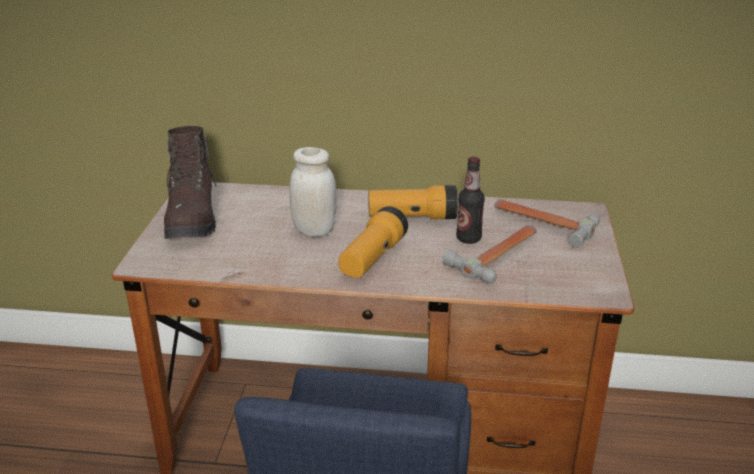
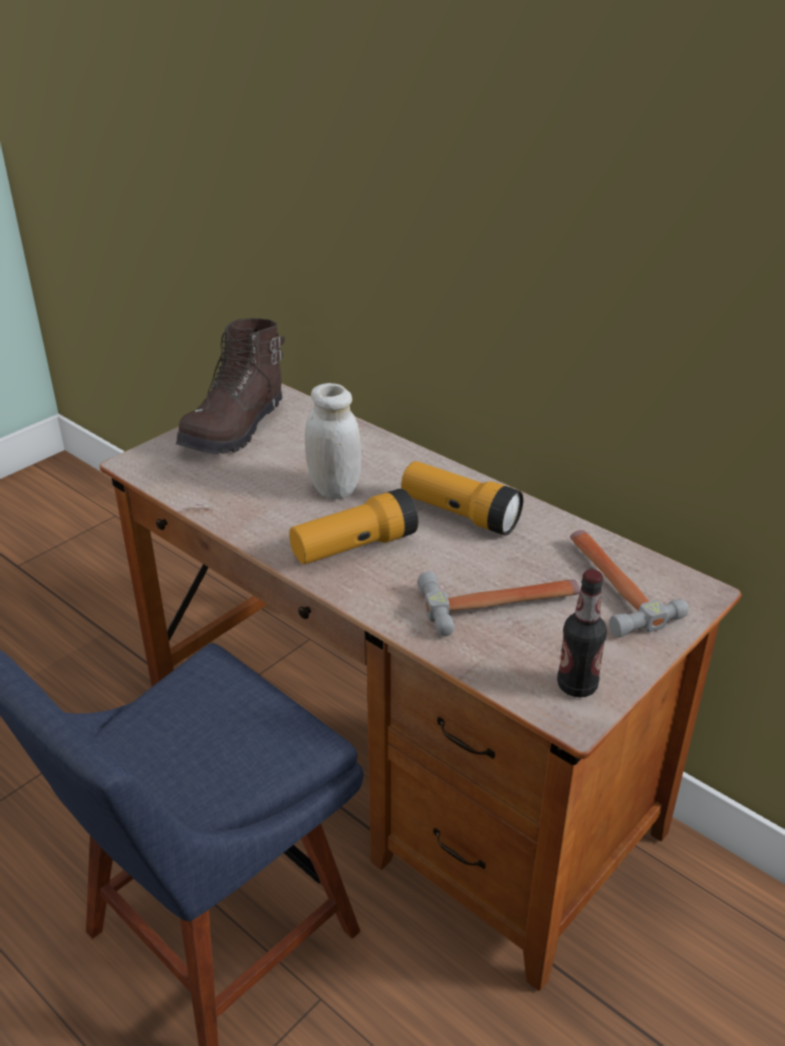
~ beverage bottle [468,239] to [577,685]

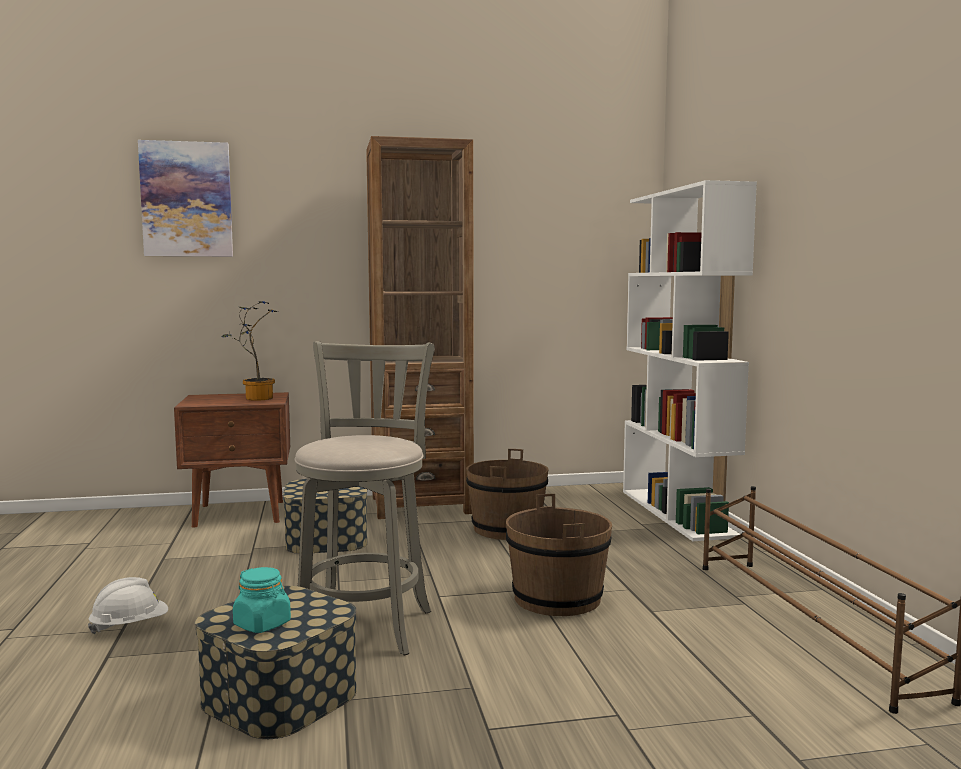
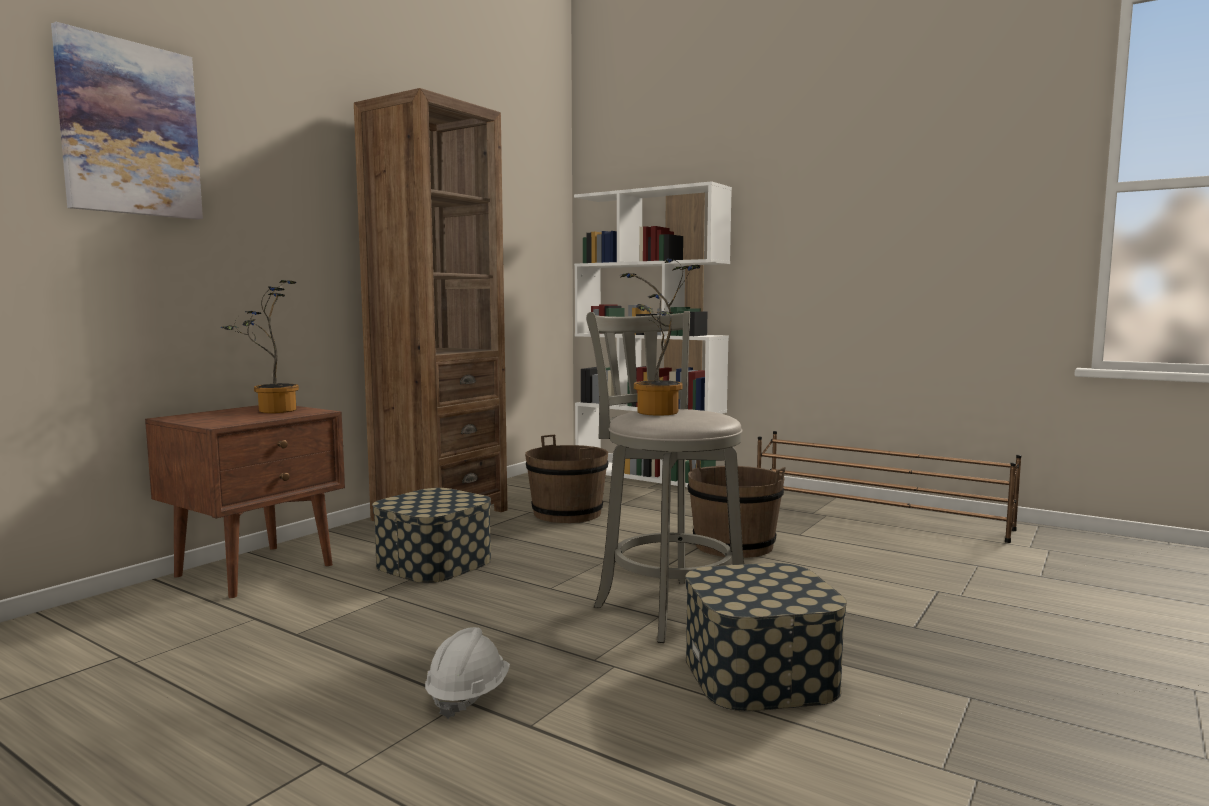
- storage jar in blue-green [262,624]
+ potted plant [657,413]

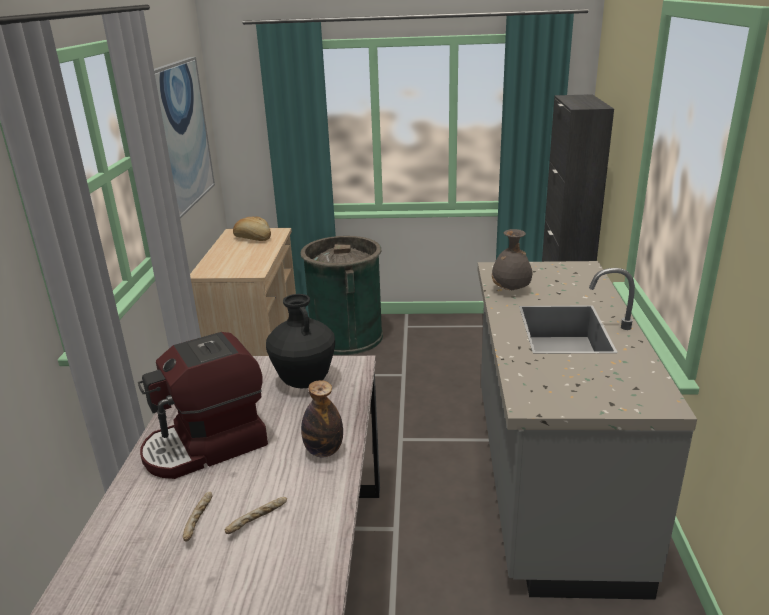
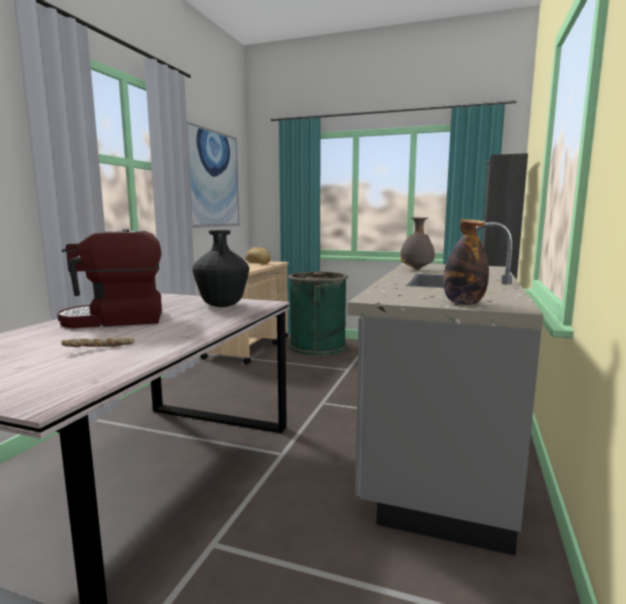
~ beverage bottle [324,451] to [463,303]
- baked bread [199,521]

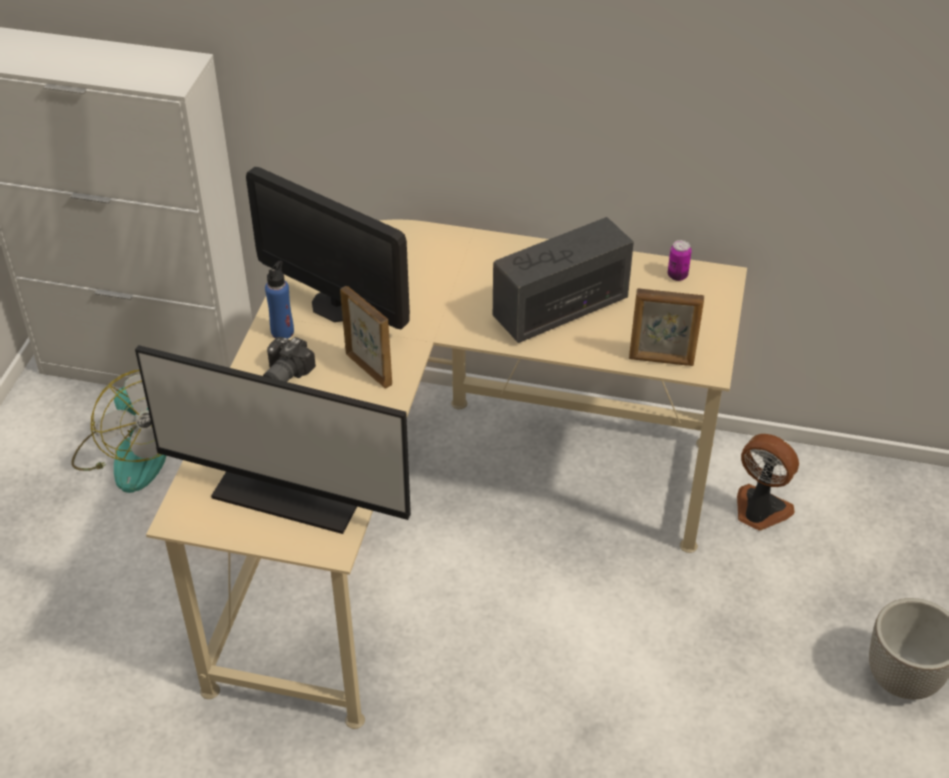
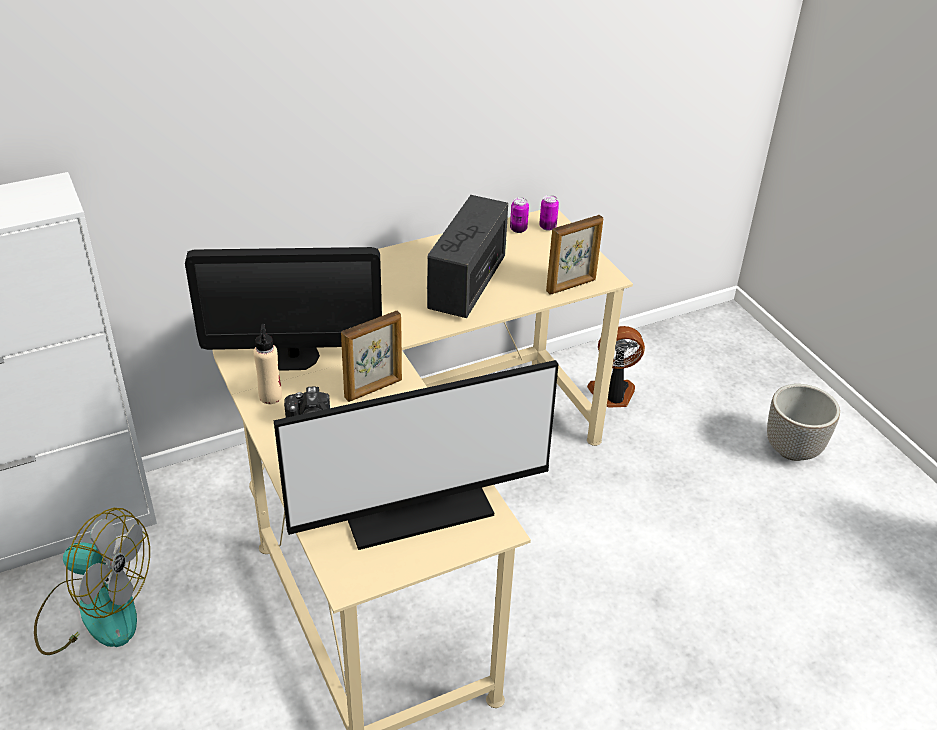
~ beverage bottle in blue-coloured [282,331] to beverage bottle in sand-coloured [270,396]
~ standing frame [369,369] = [374,389] 135 degrees clockwise
+ can [547,227]

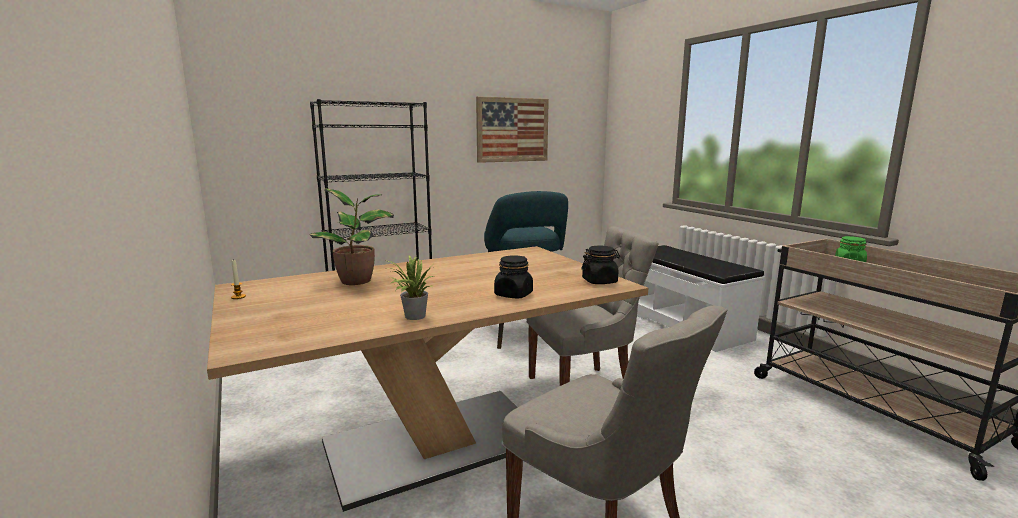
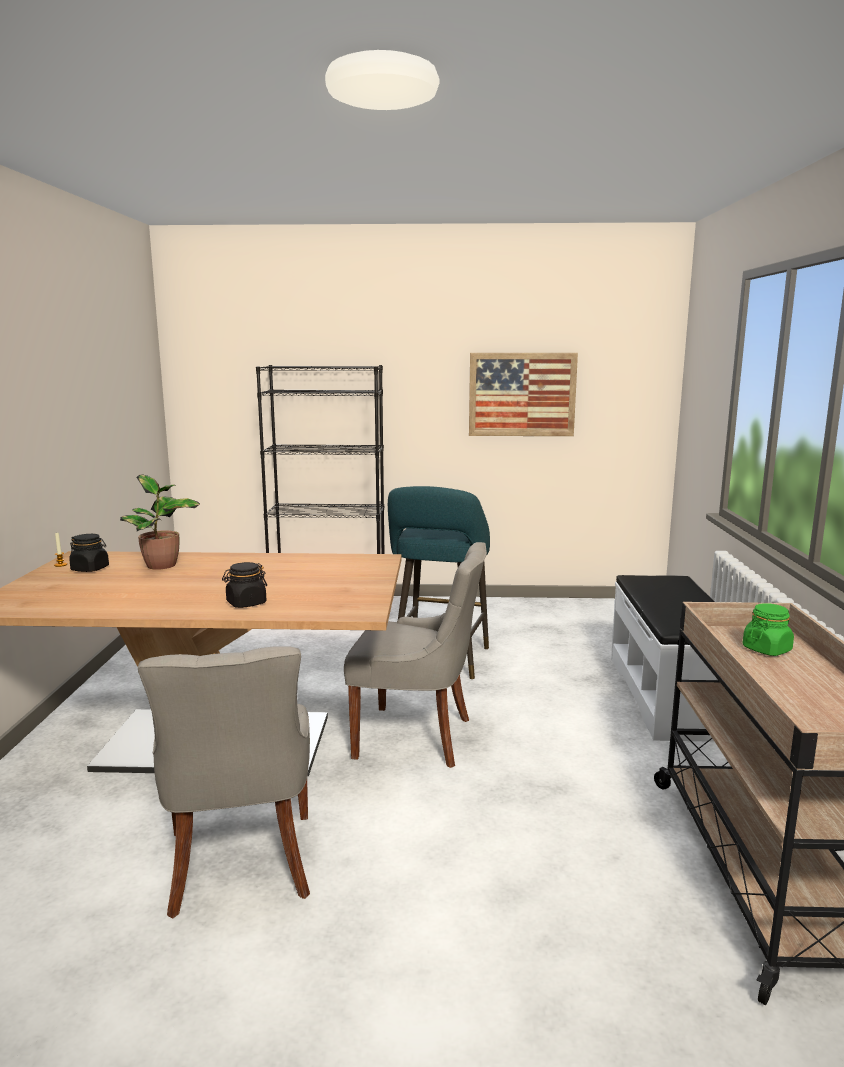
~ storage jar in black [600,281] to [90,569]
- potted plant [412,317]

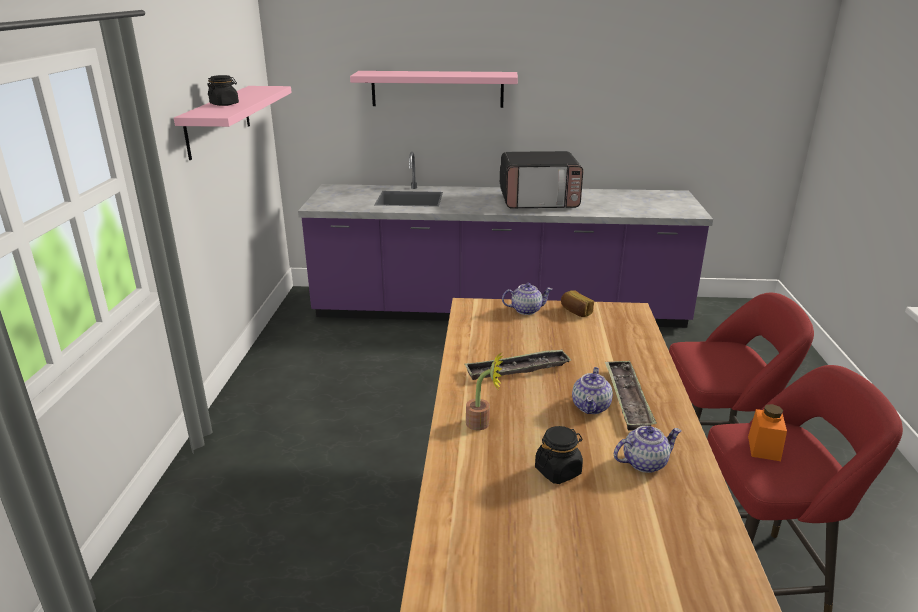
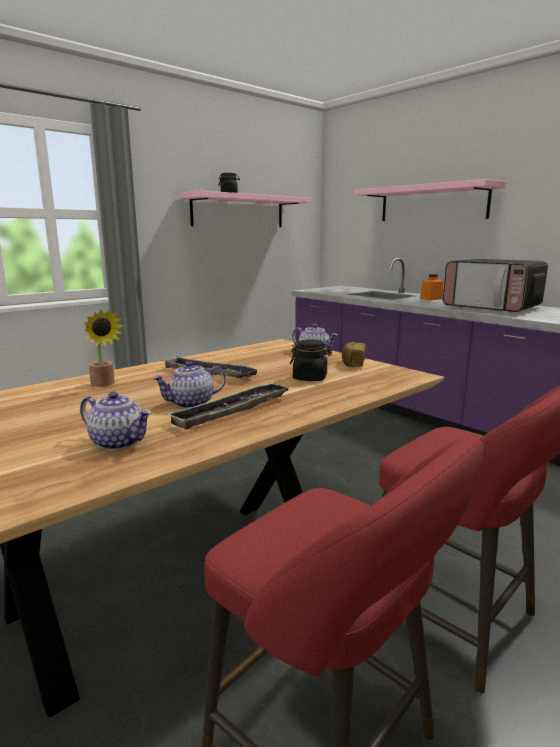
~ storage jar in orange [764,448] to [431,299]
~ storage jar in black [558,471] to [310,378]

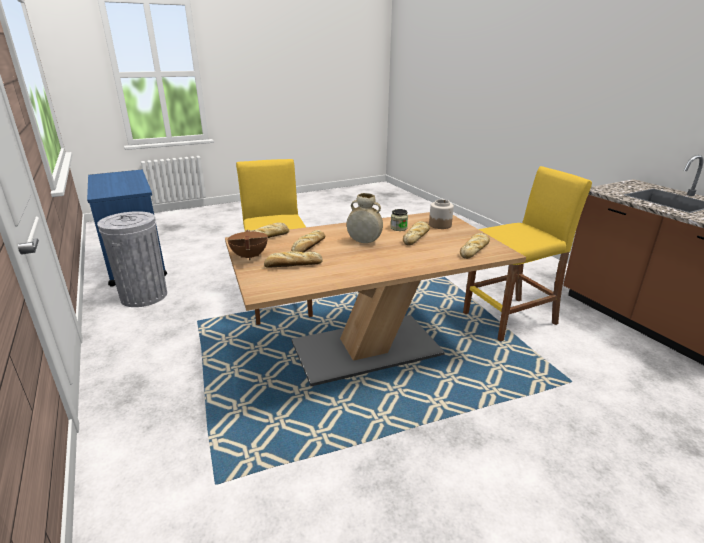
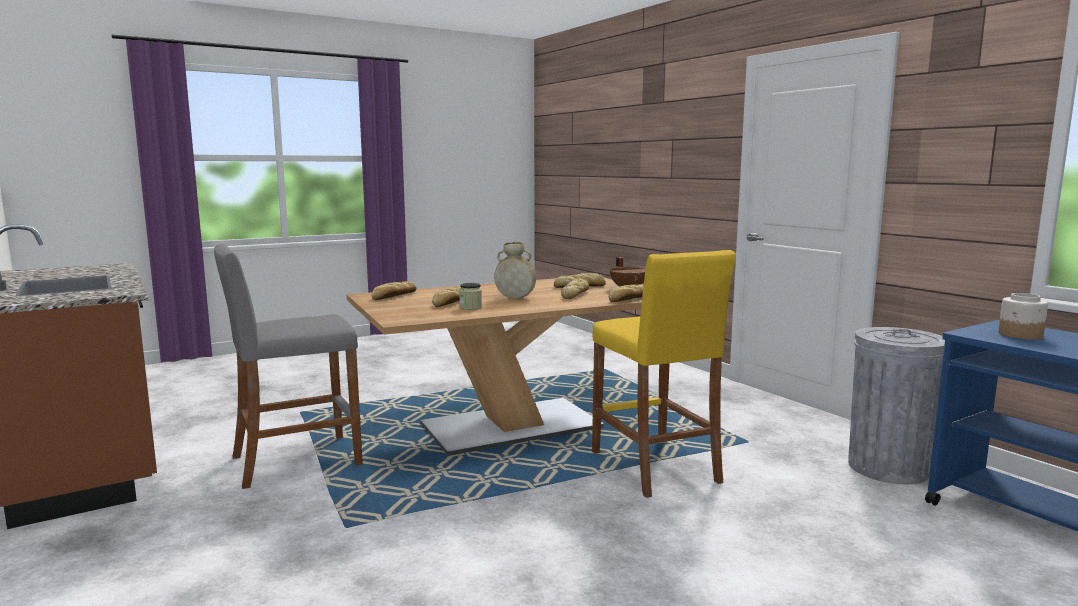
~ stool seat in yellowish [510,318] to stool seat in gray [295,461]
~ storage jar [440,225] to [1020,335]

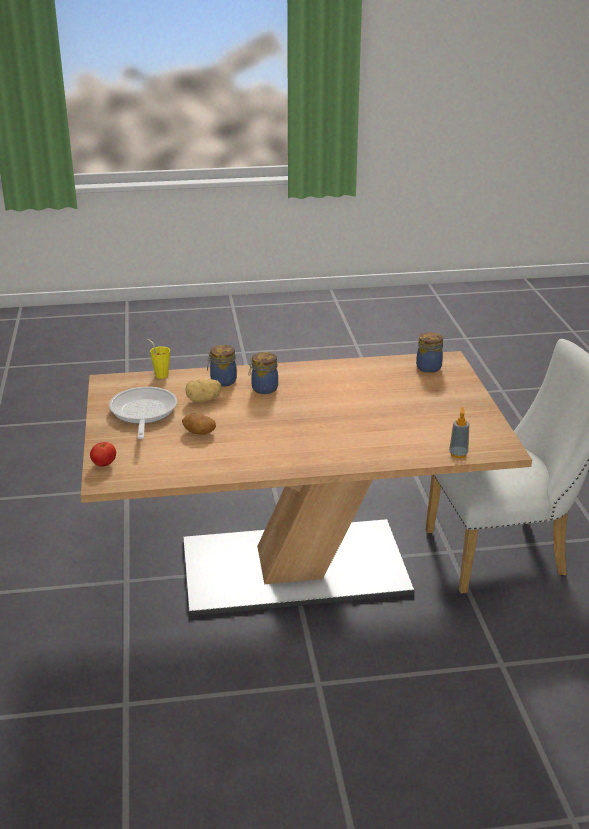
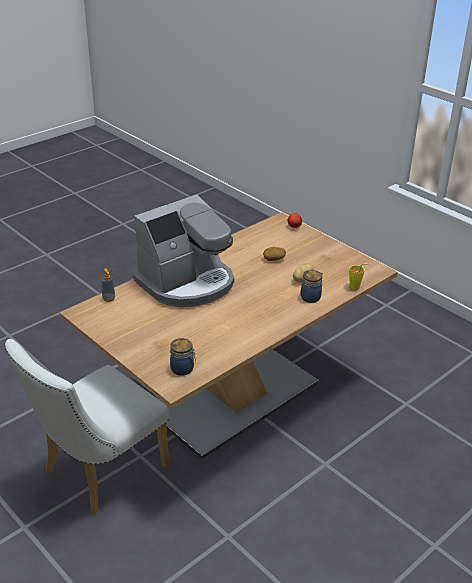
- storage jar [263,388]
- frying pan [142,413]
+ coffee brewer [187,283]

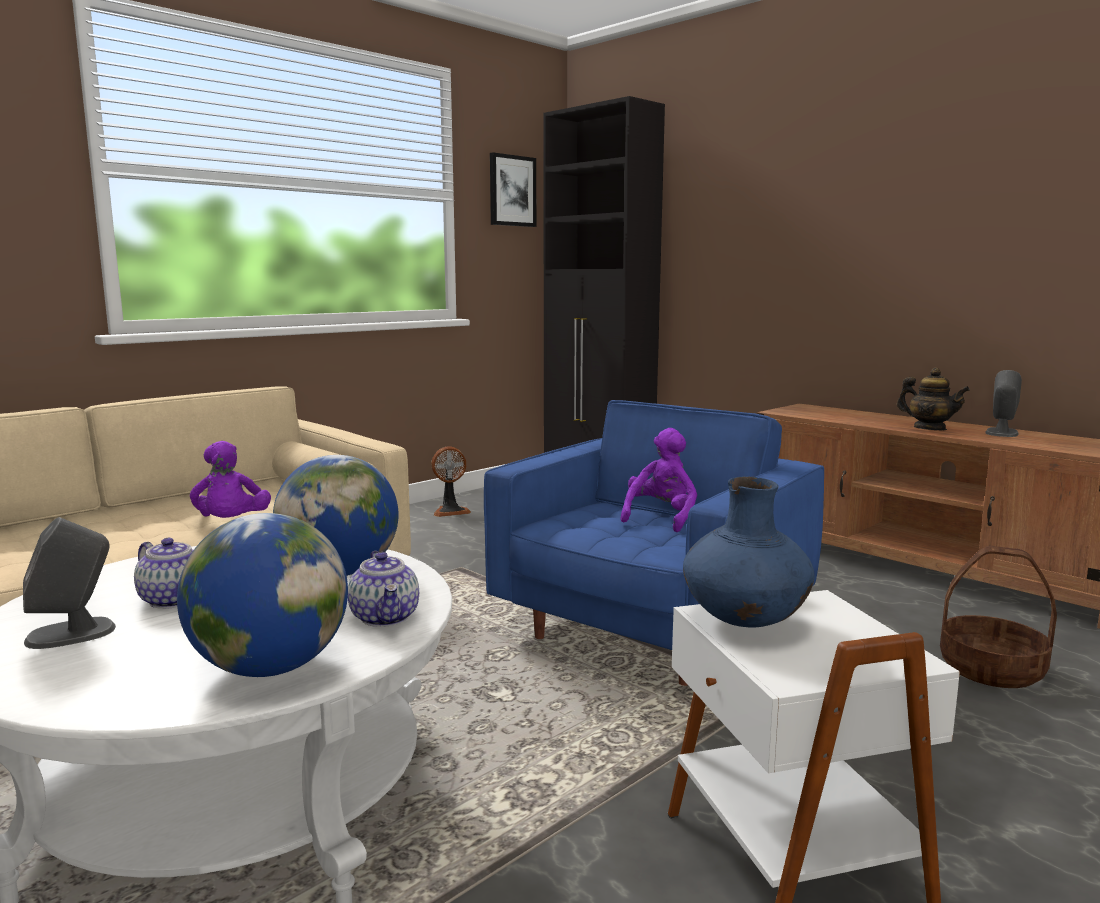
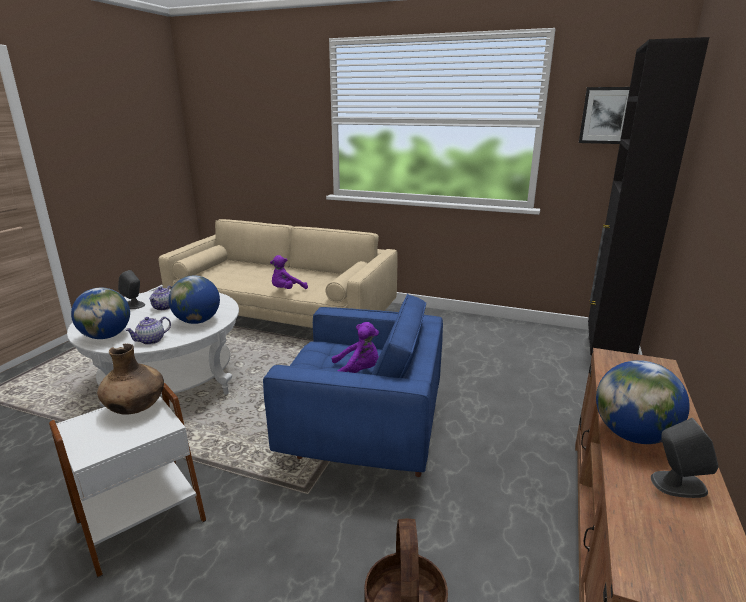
~ tea pot [929,429] to world globe [632,435]
- electric fan [450,511]
~ vase in blue-coloured [744,621] to vase in brownish [136,408]

